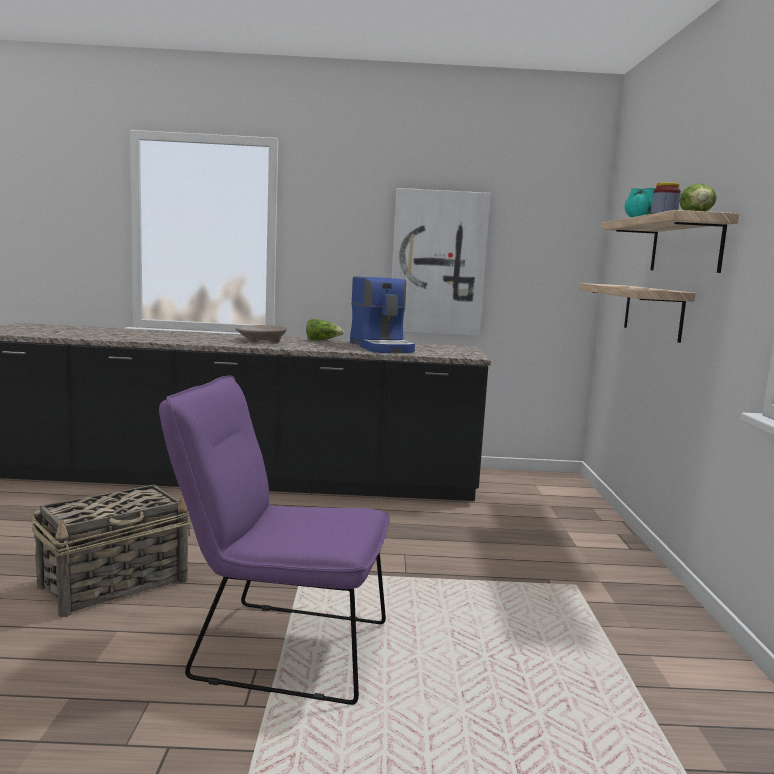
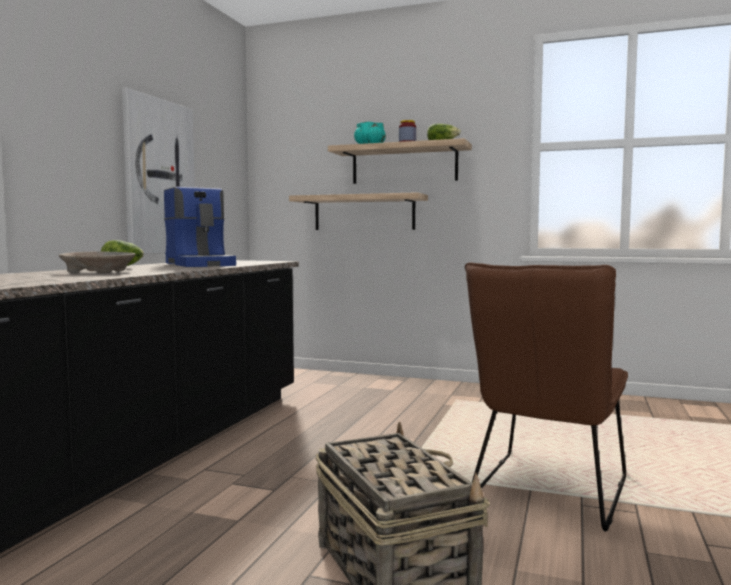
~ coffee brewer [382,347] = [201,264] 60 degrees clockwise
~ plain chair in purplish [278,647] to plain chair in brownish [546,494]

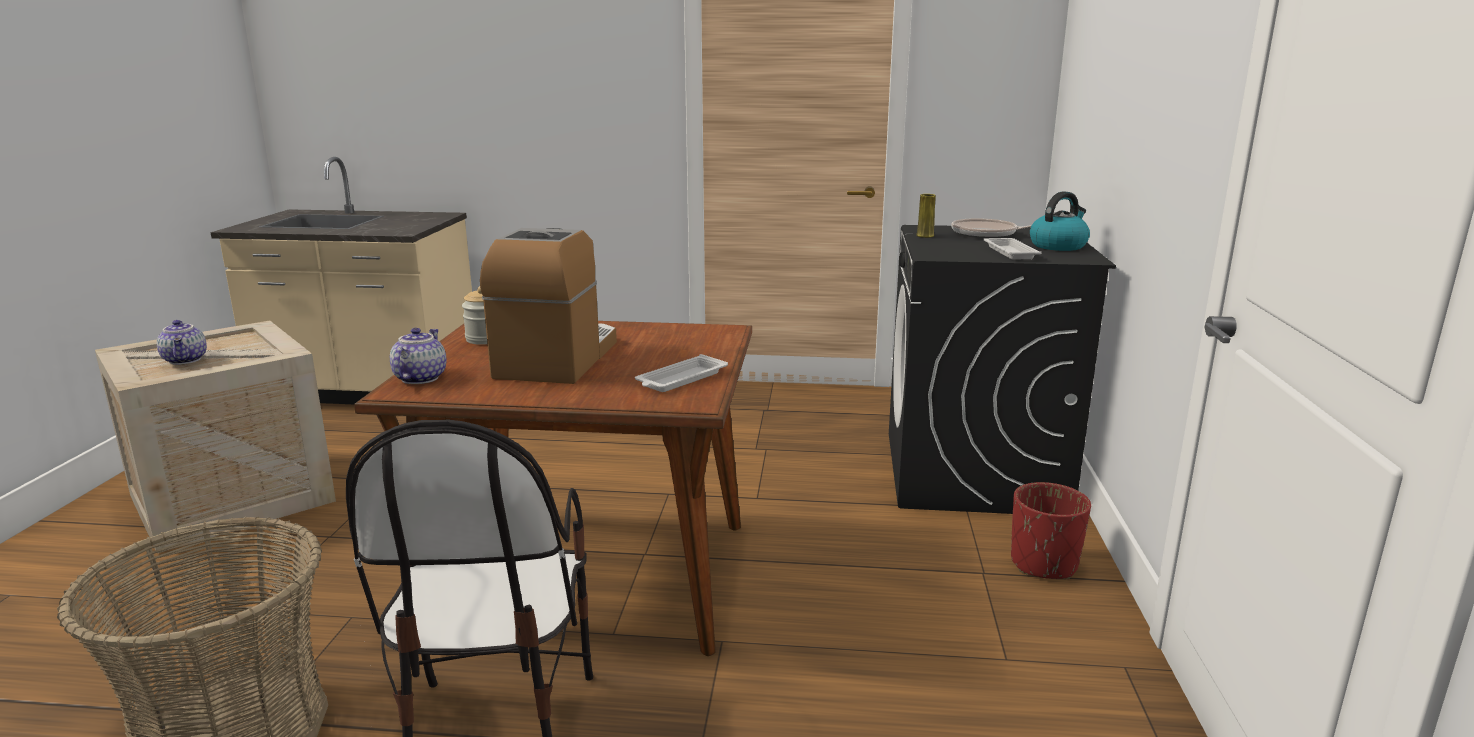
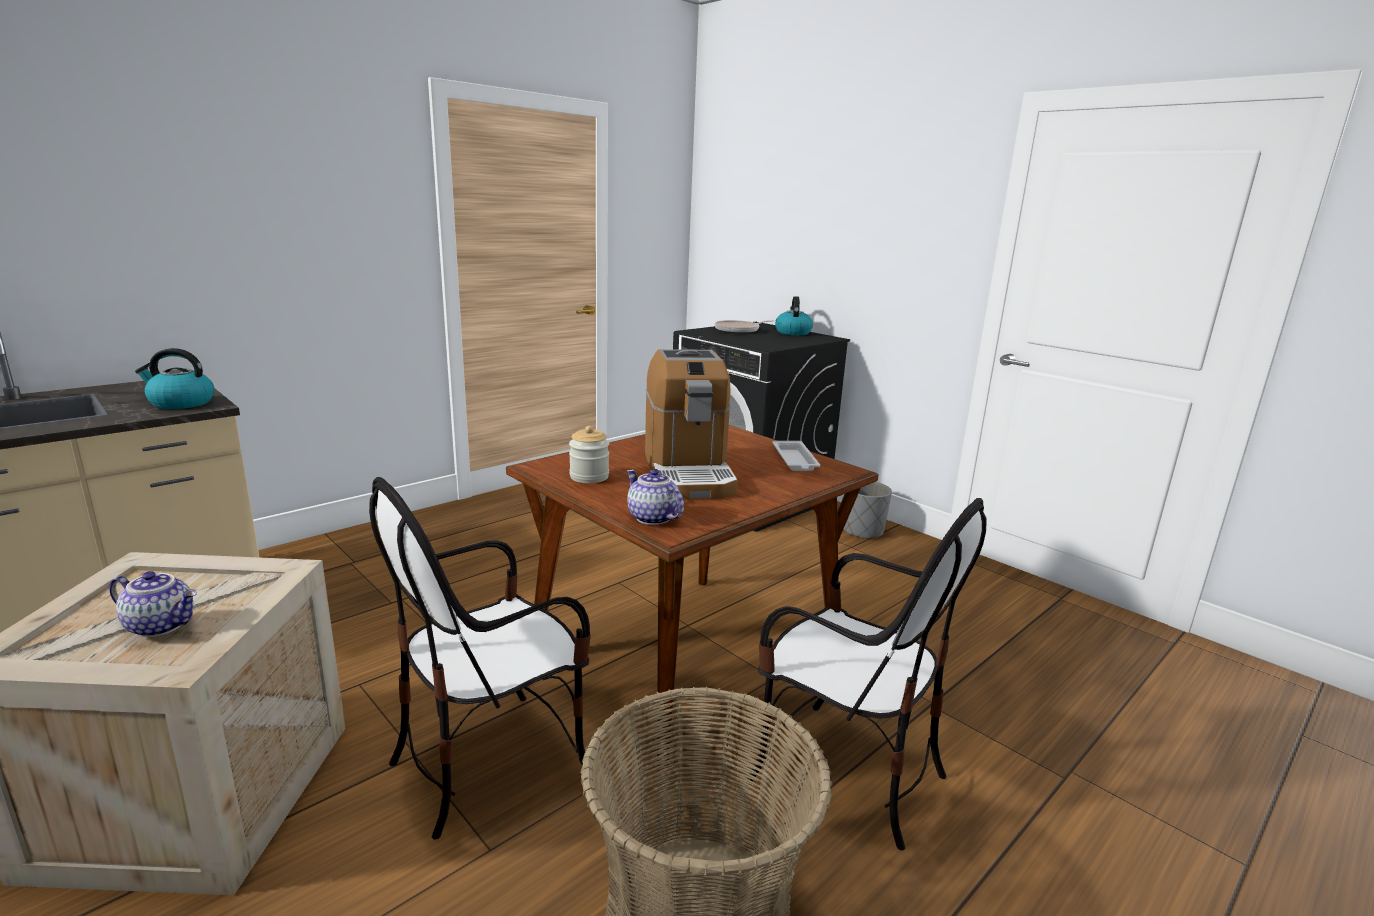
- vase in yellowish [925,236]
~ coffee brewer [557,359] = [688,473] 150 degrees counterclockwise
- carrying tray in white [1009,252]
~ flower pot in red-coloured [1044,564] to flower pot in gray [863,531]
+ tea kettle [180,403]
+ plain chair [491,761]

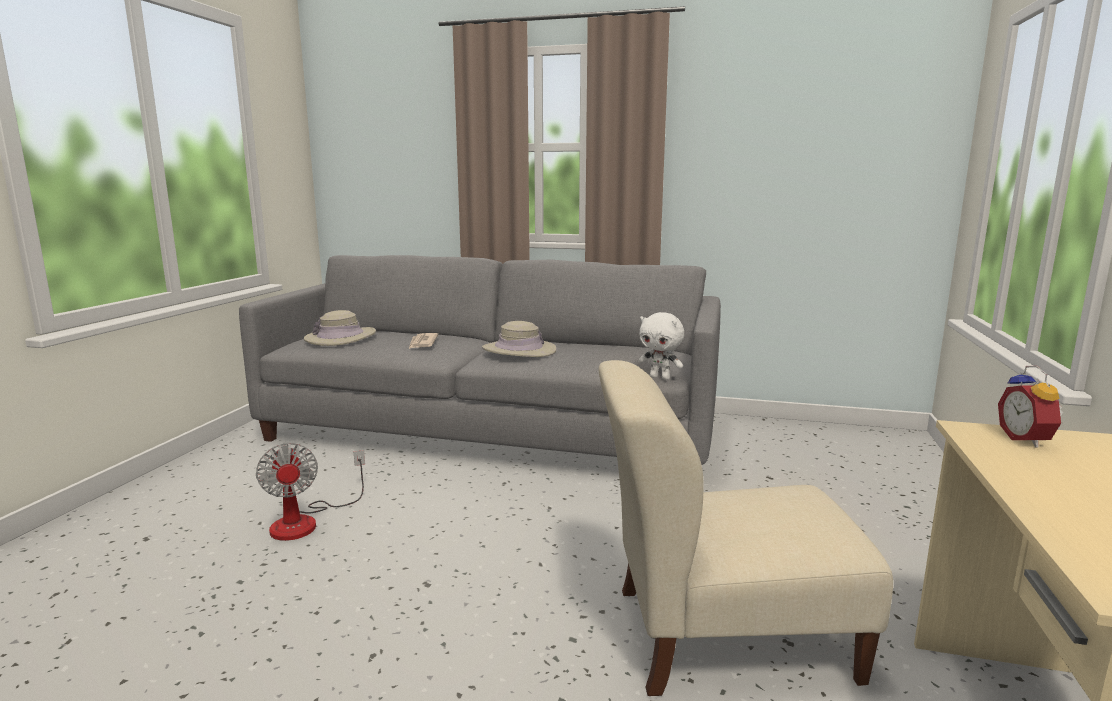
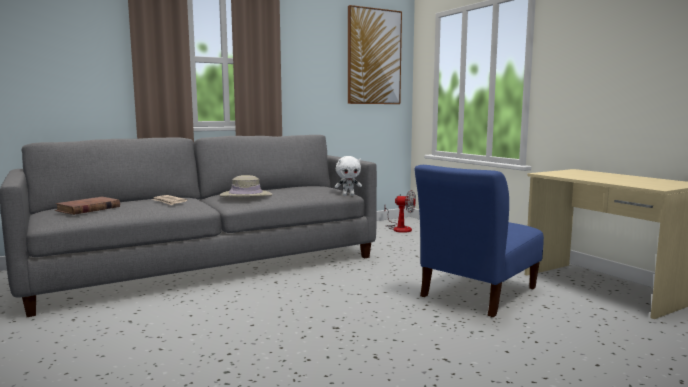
~ wearable hat in sand-coloured [340,338] to bound book in brownish [88,209]
~ plain chair in sand-coloured [721,635] to plain chair in blue-coloured [476,294]
- bedside clock [1027,440]
~ electric fan [306,521] to [399,228]
+ picture [374,57]

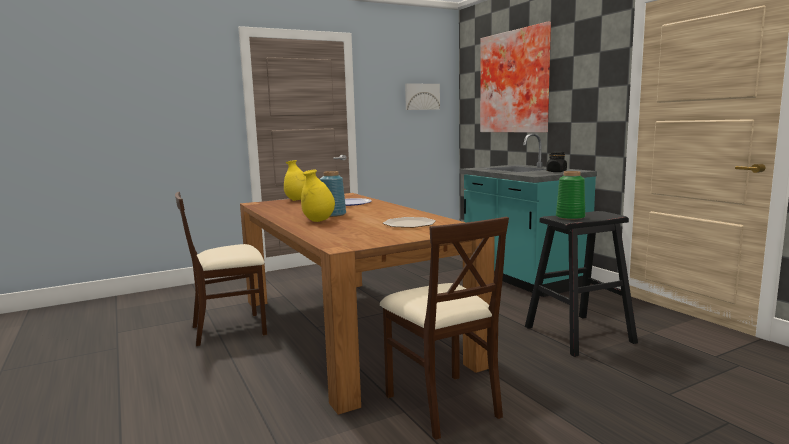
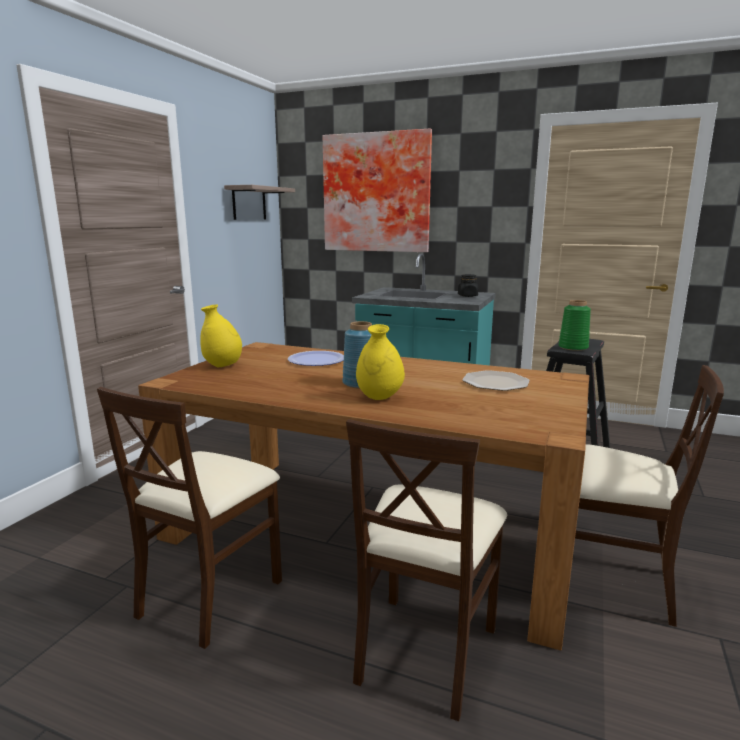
~ picture [421,96] to wall shelf [249,203]
+ plain chair in sand-coloured [424,650]

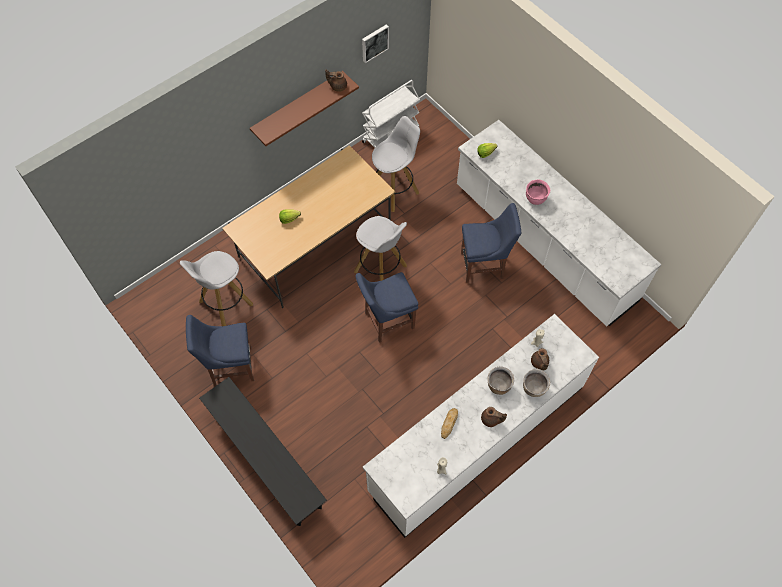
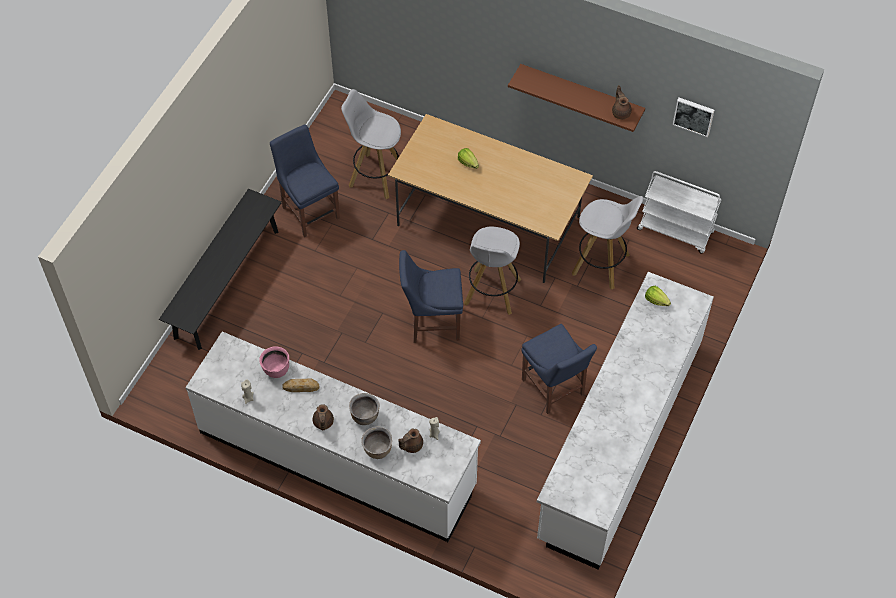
~ cooking pot in pinkish [535,199] to [276,370]
~ plain chair in blue-coloured [386,321] = [432,323] 45 degrees counterclockwise

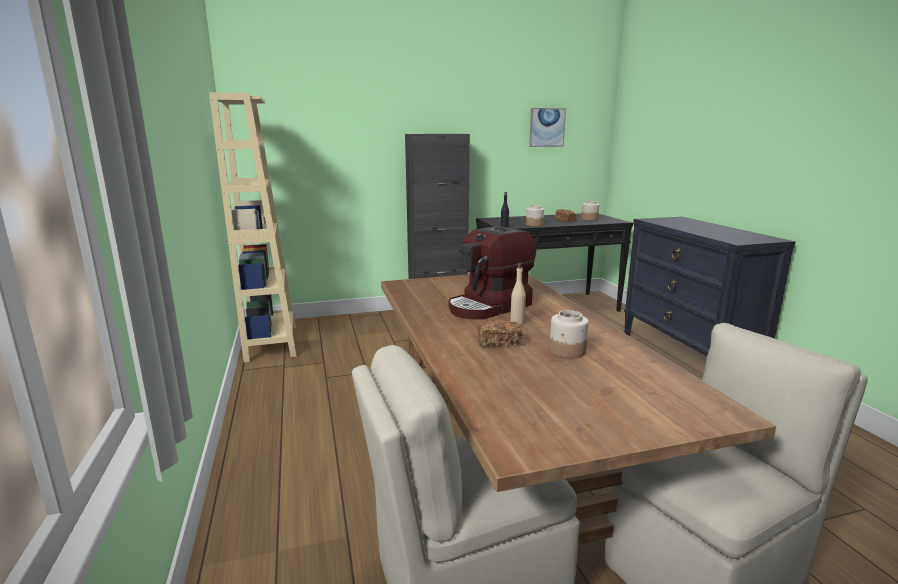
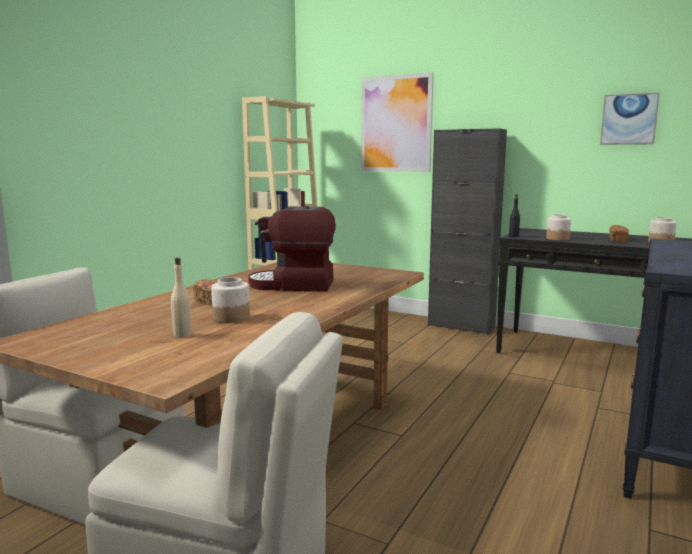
~ beverage bottle in sand-coloured [517,322] to [182,335]
+ picture [396,124]

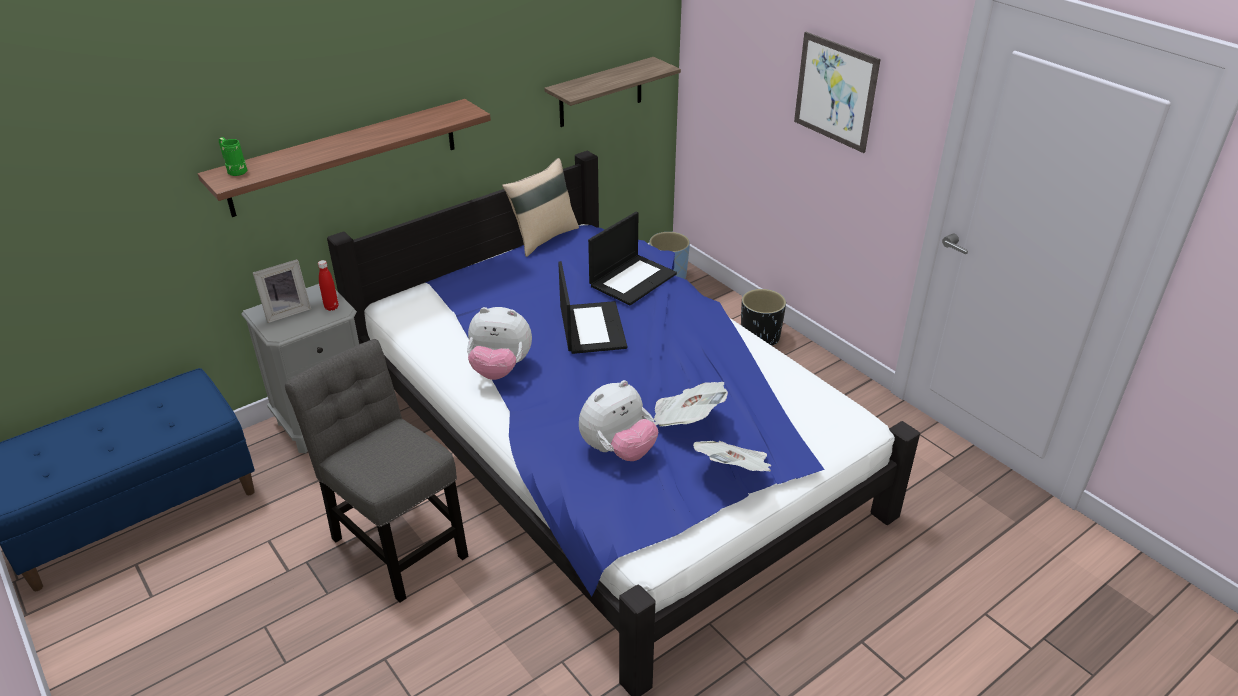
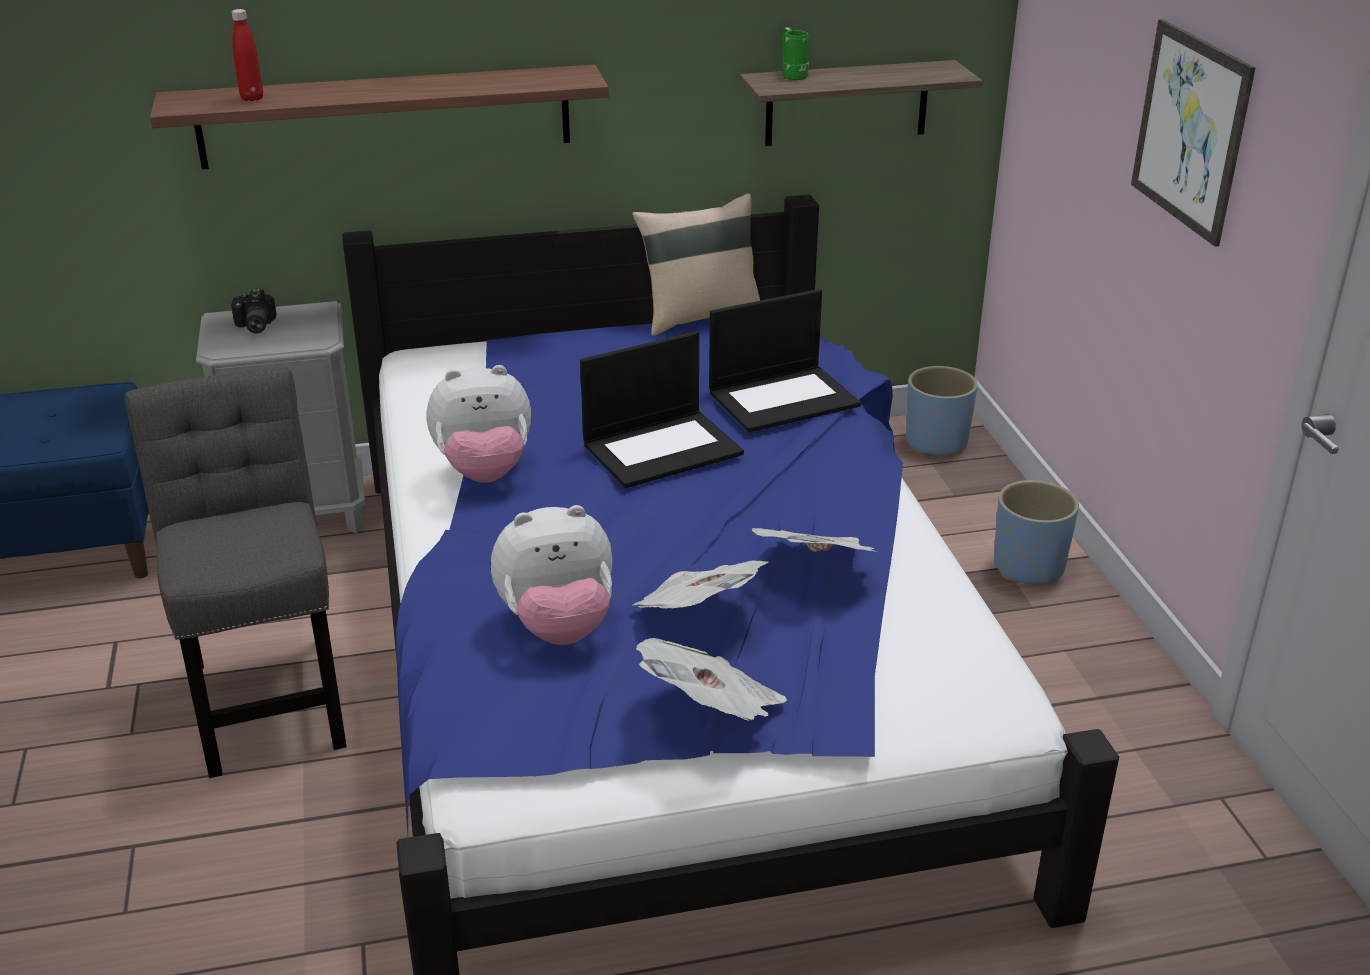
~ coffee mug in greenish [235,170] to [792,75]
~ standing frame [286,311] to photo camera [253,326]
~ beverage bottle in red-coloured [331,307] to [252,98]
~ laptop [591,327] = [663,448] 45 degrees clockwise
~ flower pot in black [759,337] to flower pot in blue-coloured [1028,566]
~ plush toy [500,369] = [484,472] 45 degrees counterclockwise
+ newspaper [816,568]

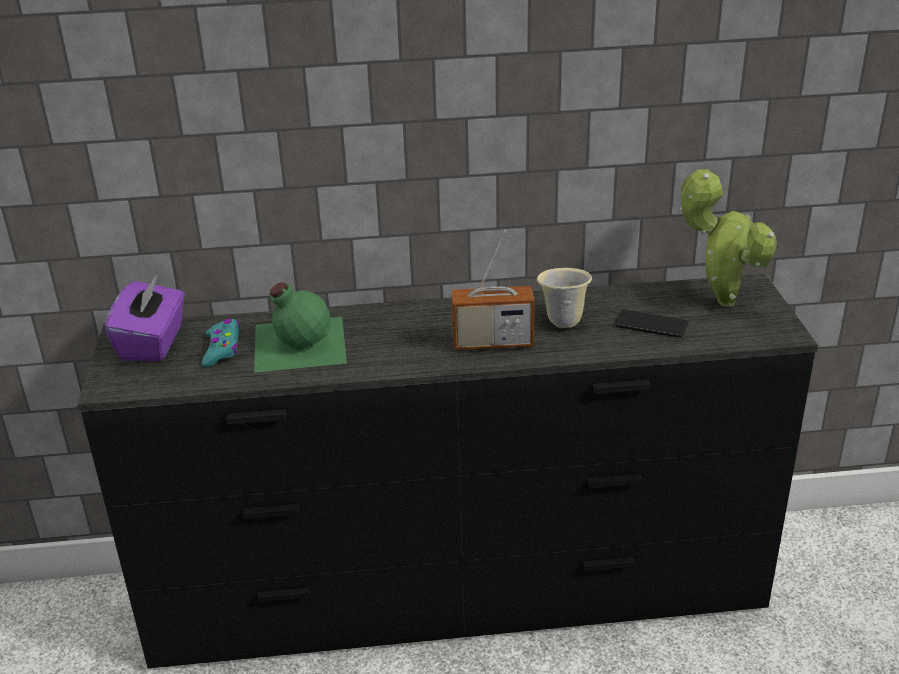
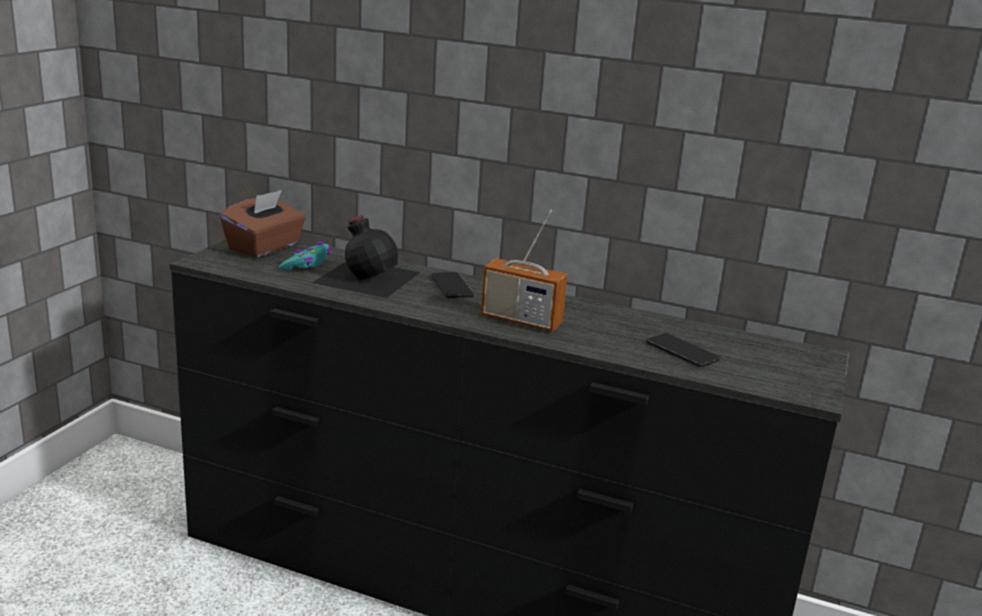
- potted plant [720,300]
- coffee mug in sand-coloured [562,321]
~ box of tissues in purplish [153,343] to box of tissues in brownish [265,248]
~ beverage bottle in greenish [298,342] to beverage bottle in black [366,276]
+ telephone [452,286]

